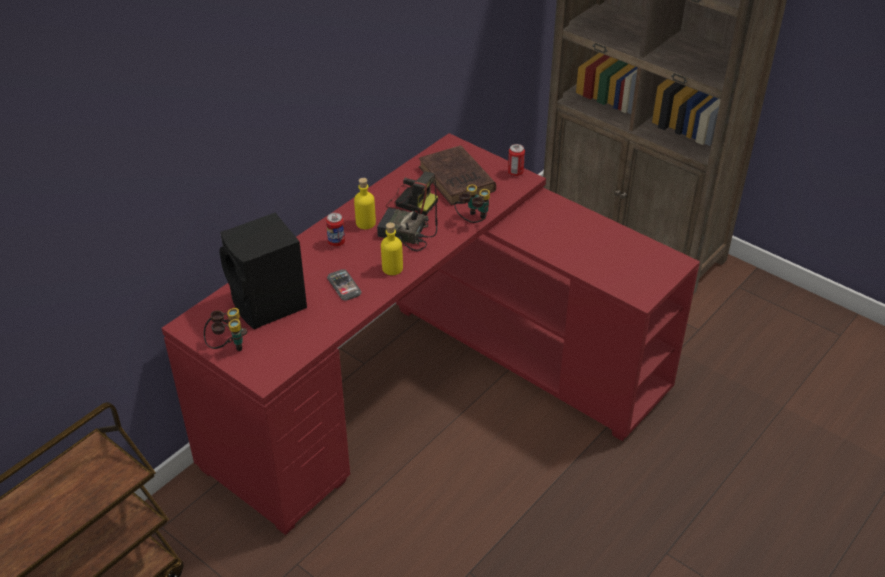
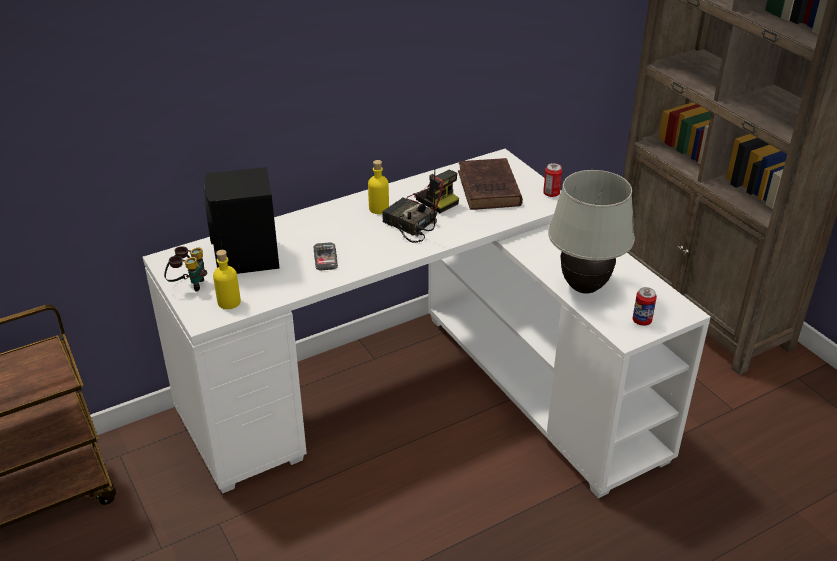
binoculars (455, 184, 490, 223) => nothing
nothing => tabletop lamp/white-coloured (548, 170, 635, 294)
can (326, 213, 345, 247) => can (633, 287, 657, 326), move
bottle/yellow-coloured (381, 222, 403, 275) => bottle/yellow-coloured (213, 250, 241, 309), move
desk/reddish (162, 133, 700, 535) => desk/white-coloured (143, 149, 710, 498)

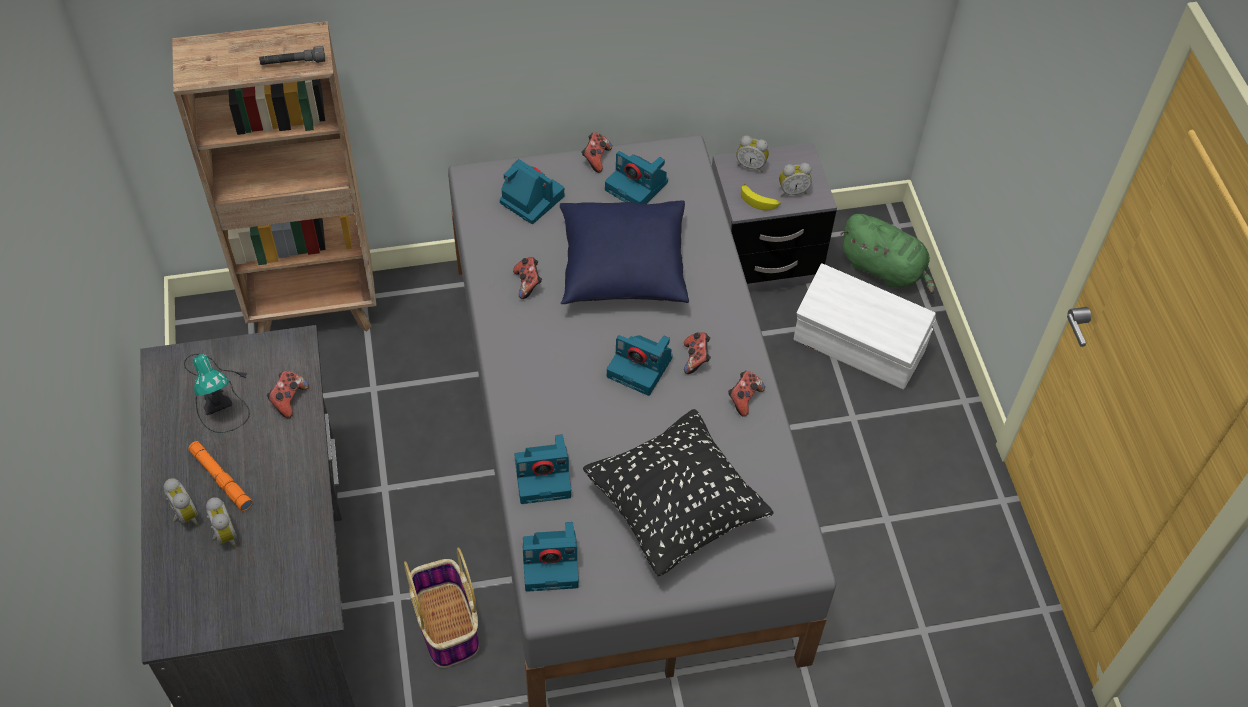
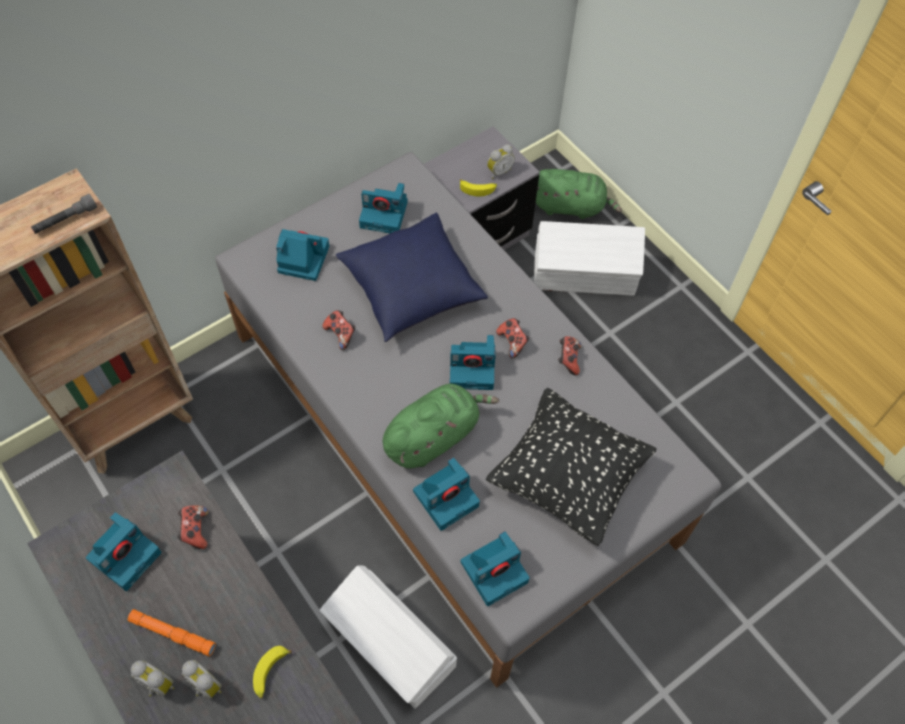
gamepad (581, 132, 612, 173) => nothing
alarm clock (736, 135, 769, 172) => nothing
nothing => whole banana (253, 646, 291, 698)
nothing => cuddly toy/green (383, 384, 499, 468)
tabletop lamp (184, 354, 250, 433) => photo camera (86, 512, 162, 591)
basket (404, 547, 479, 668) => storage bin/white-coloured (319, 566, 457, 709)

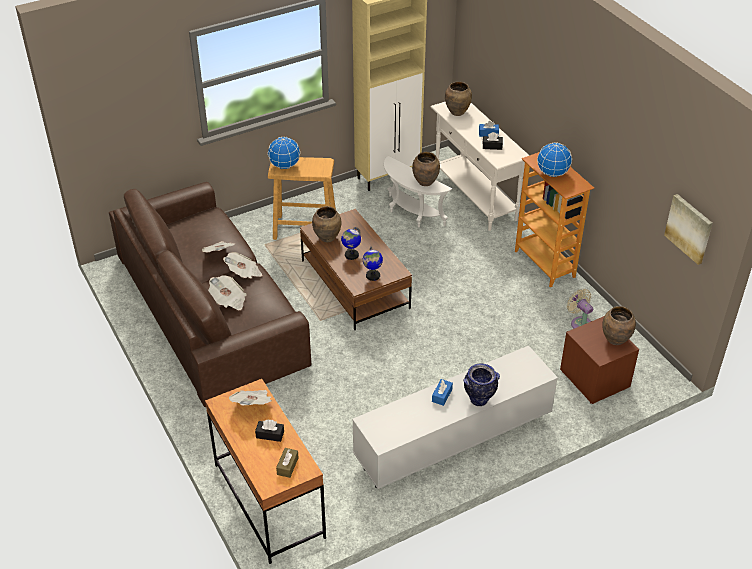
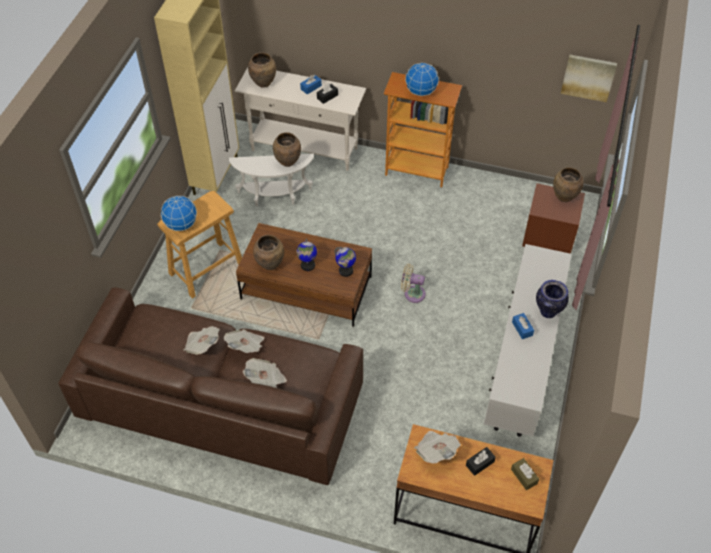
fan/sand-coloured (567, 289, 593, 329) => fan/sand-coloured (401, 264, 426, 303), move

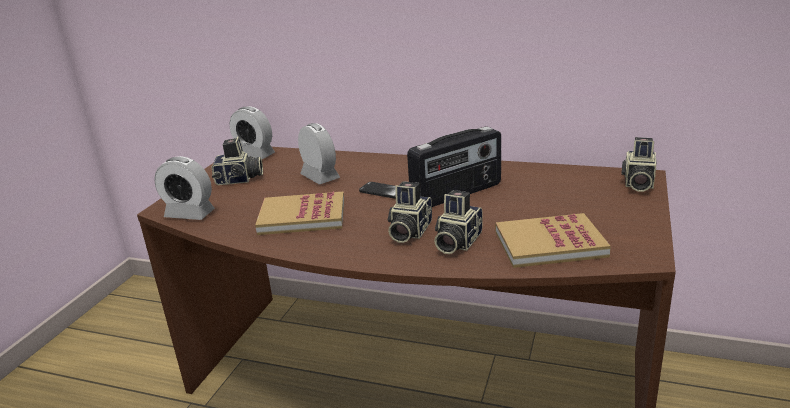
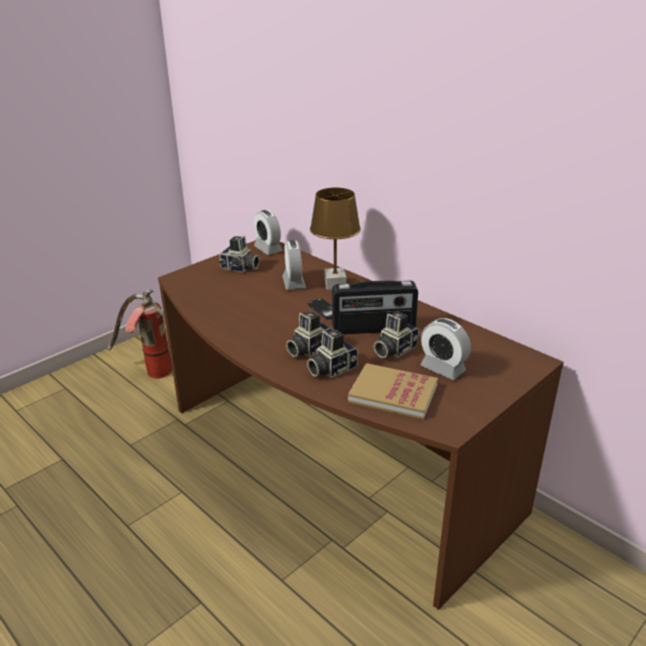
bound book (255, 192, 344, 235) => nothing
nothing => extinguisher (108, 290, 172, 379)
nothing => tabletop lamp/brown-coloured (310, 188, 361, 290)
alarm clock (154, 156, 215, 220) => alarm clock (420, 318, 471, 380), move
photo camera (621, 137, 656, 192) => photo camera (374, 311, 419, 358), move

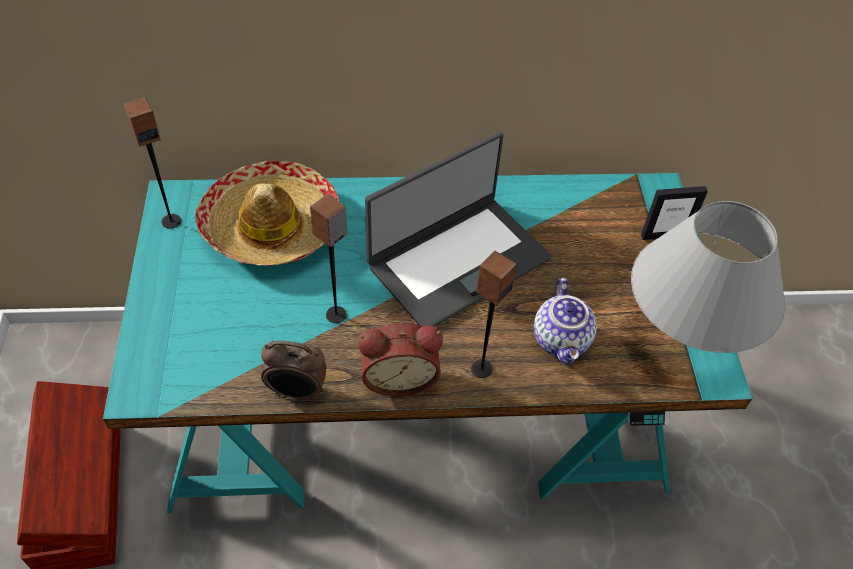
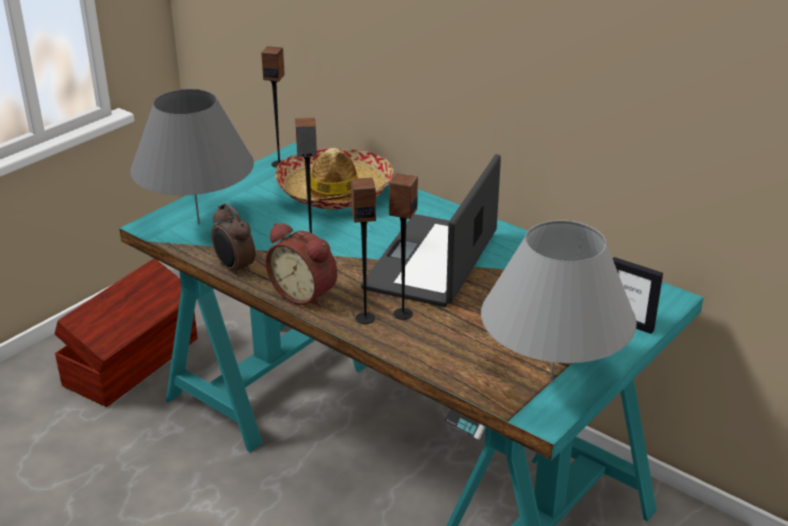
teapot (534, 278, 597, 365) => nothing
nothing => tabletop lamp/greyish (130, 89, 254, 225)
nothing => loudspeaker (389, 173, 418, 320)
portable computer (365, 132, 552, 327) => portable computer (361, 154, 501, 307), 105 degrees clockwise

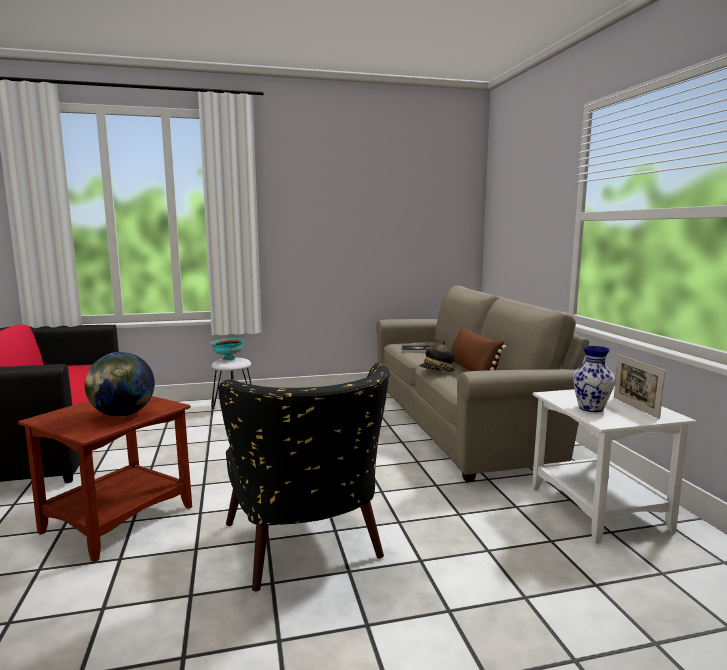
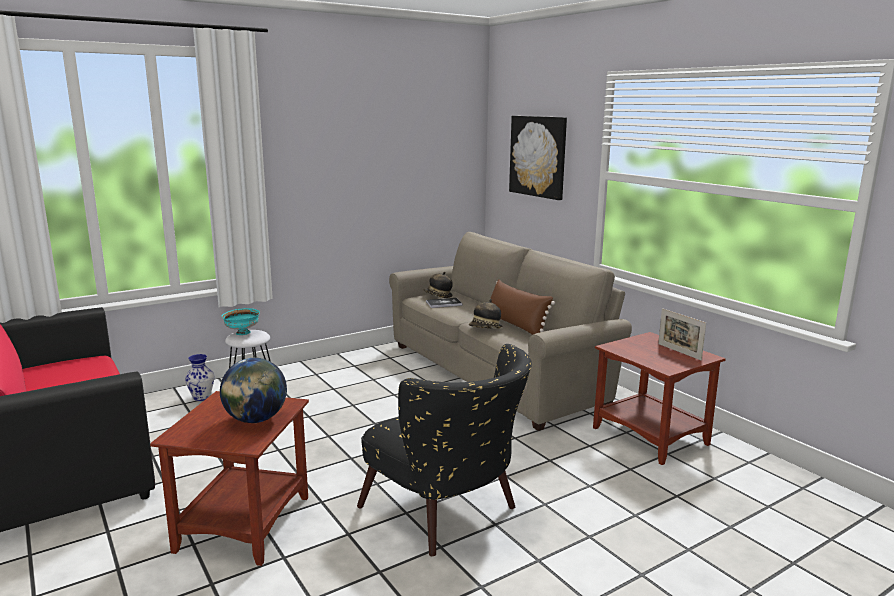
nothing => clothing hat (423, 272, 453, 298)
nothing => picture (509, 116, 567, 200)
flower vase (573, 346, 616, 412) => flower vase (185, 354, 214, 401), move
side table/white-coloured (532, 387, 696, 544) => side table/brown-coloured (593, 332, 726, 465)

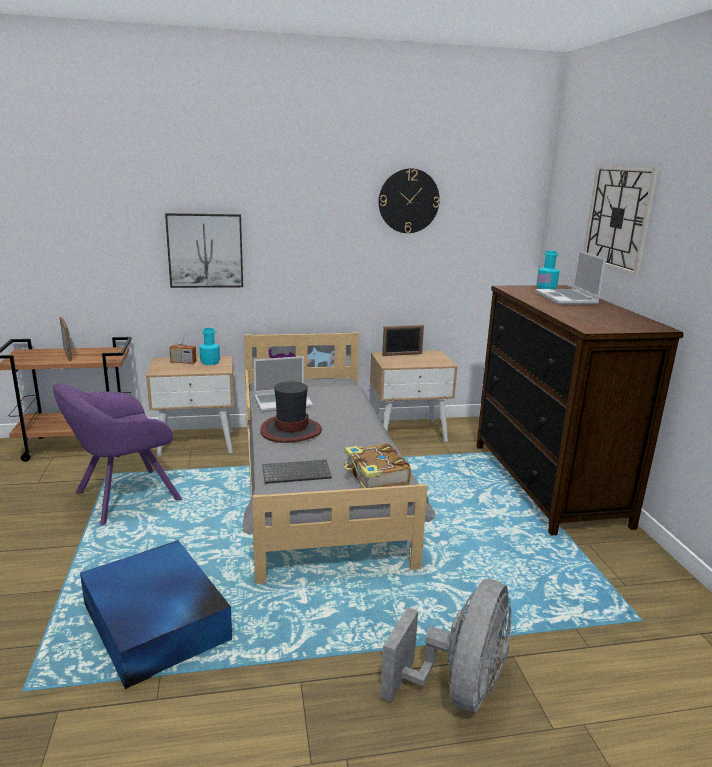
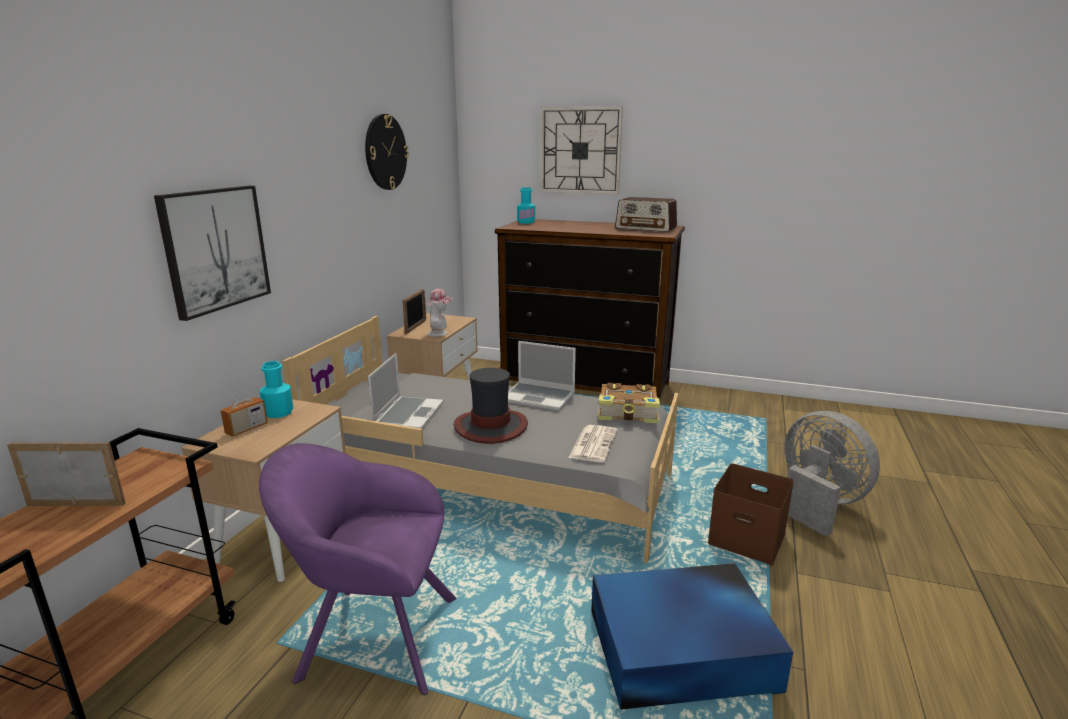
nothing => clothing hat (426, 289, 453, 337)
nothing => radio receiver (615, 197, 677, 232)
nothing => storage bin/brown-coloured (708, 463, 794, 566)
portable computer (536, 250, 606, 304) => portable computer (508, 341, 576, 411), move
PC keyboard (262, 460, 332, 484) => newspaper (569, 425, 618, 462)
armchair/purplish (53, 383, 183, 526) => armchair/purplish (259, 443, 456, 695), 105 degrees clockwise

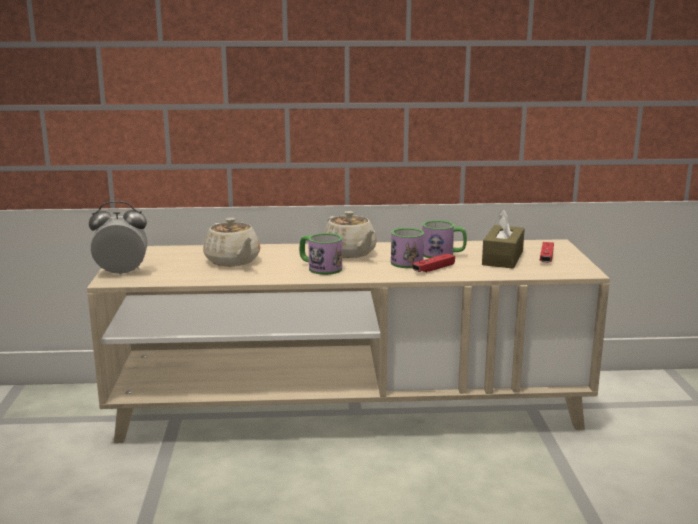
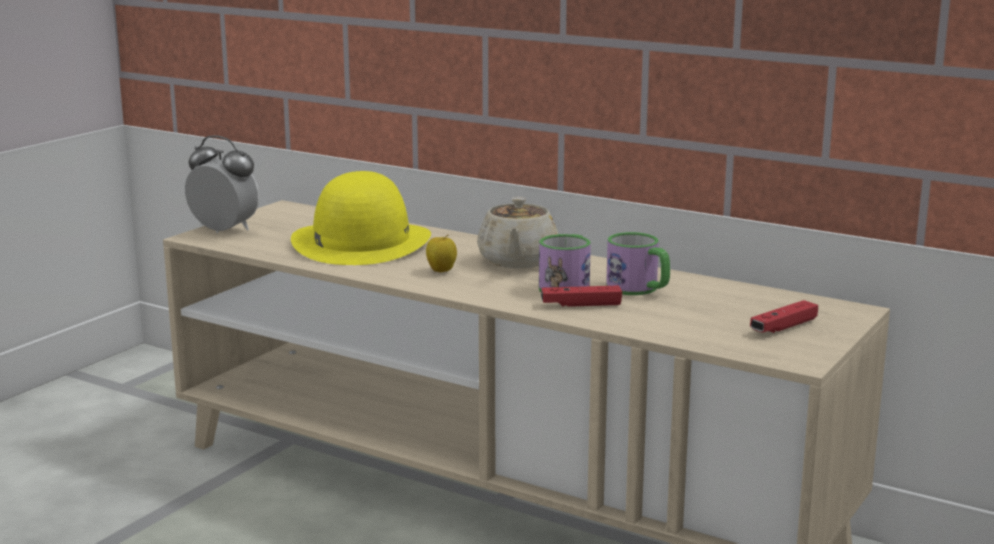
box of tissues/brown-coloured (482, 209, 525, 269) => nothing
teapot/sand-coloured (203, 218, 260, 266) => clothing hat/yellow-coloured (291, 171, 431, 265)
mug (299, 233, 342, 275) => apple (426, 235, 457, 272)

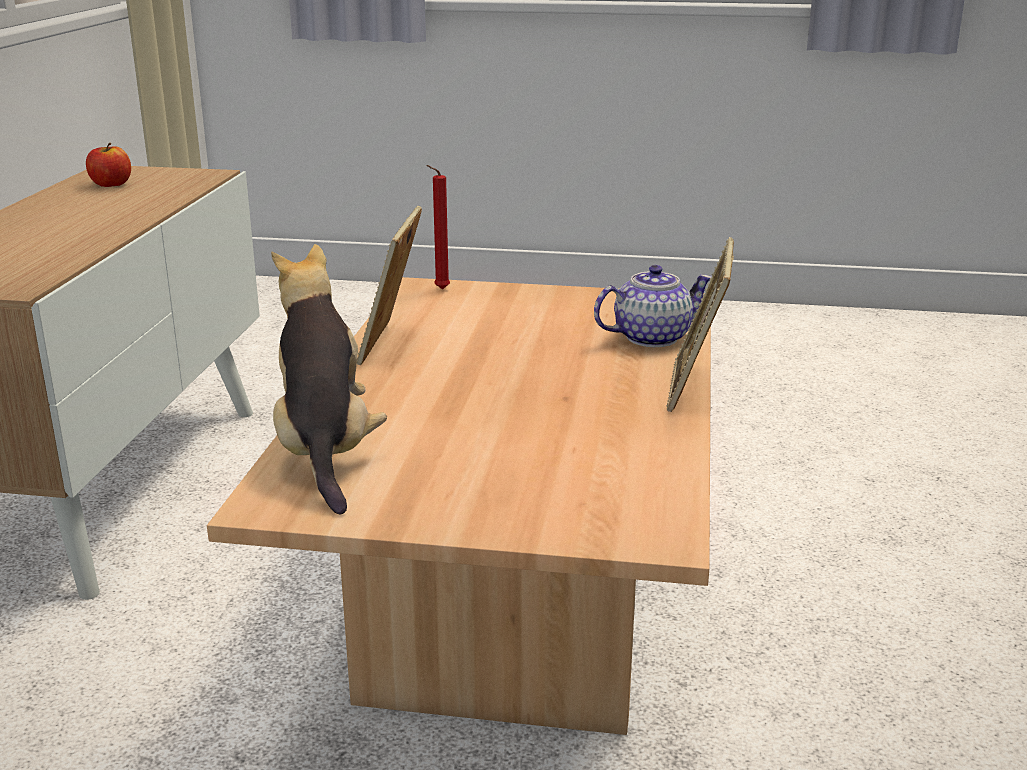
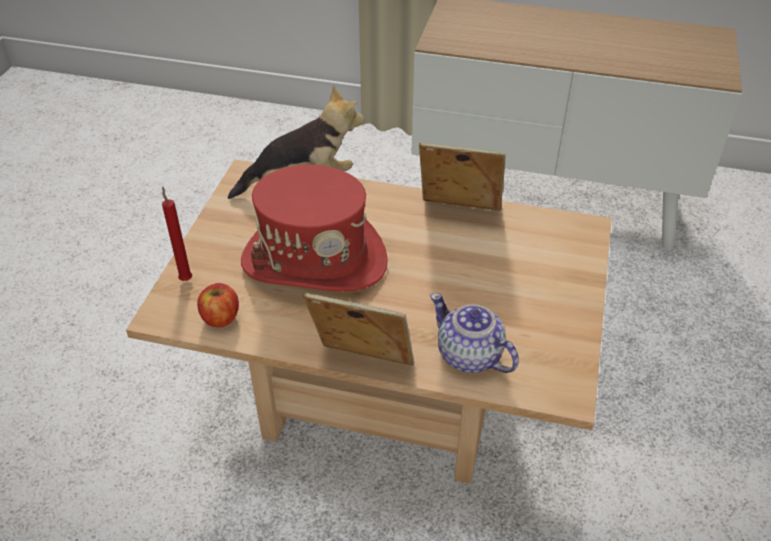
nothing => clothing hat/reddish (241, 165, 388, 292)
apple (86, 143, 131, 187) => apple (197, 283, 239, 327), move
wax light/reddish (426, 165, 450, 290) => wax light/reddish (162, 186, 192, 281), move
teapot (594, 265, 712, 347) => teapot (430, 293, 519, 373), 150 degrees clockwise

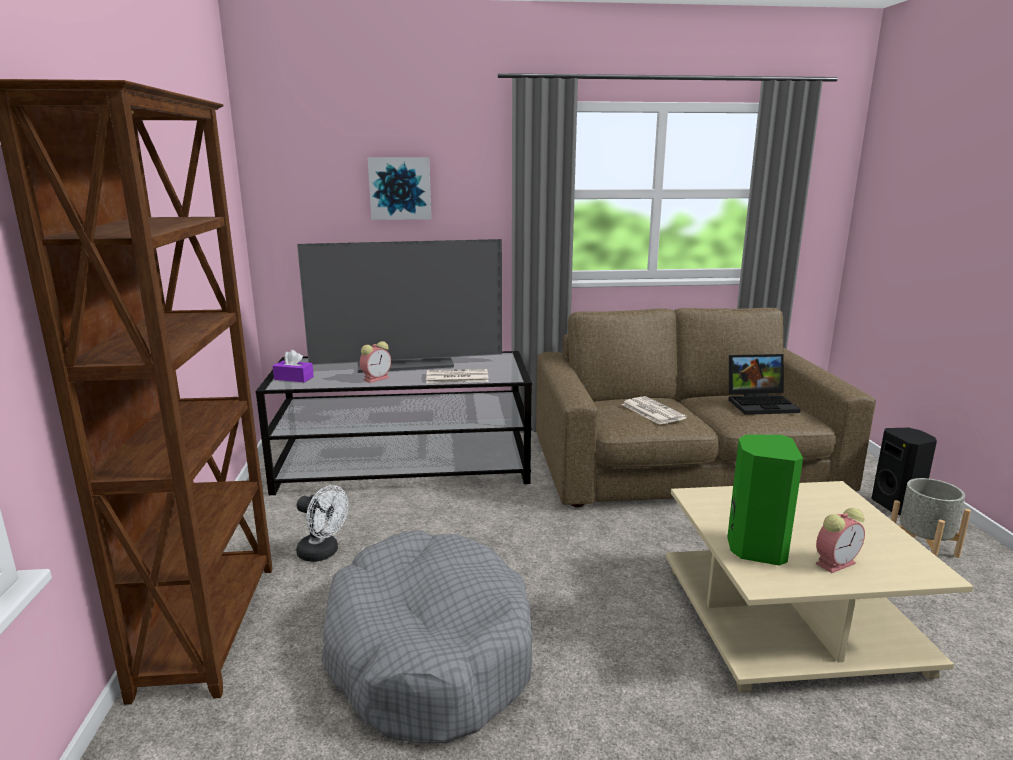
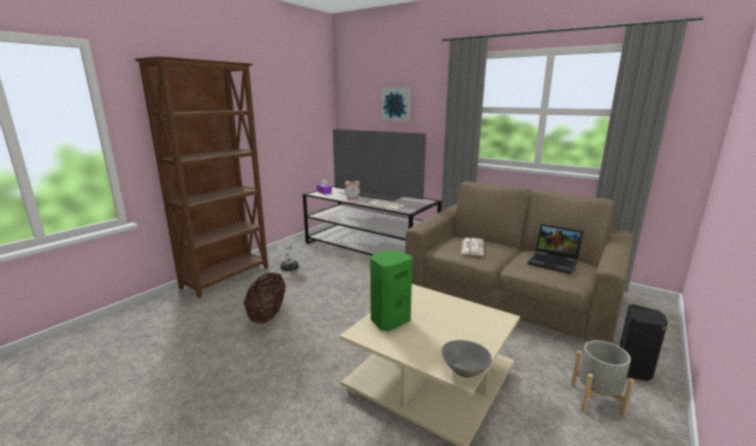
alarm clock (816, 508, 865, 573) => nothing
nothing => bowl/greyish (442, 340, 492, 378)
dog bed/greyish (321, 530, 532, 743) => basket (244, 273, 286, 323)

